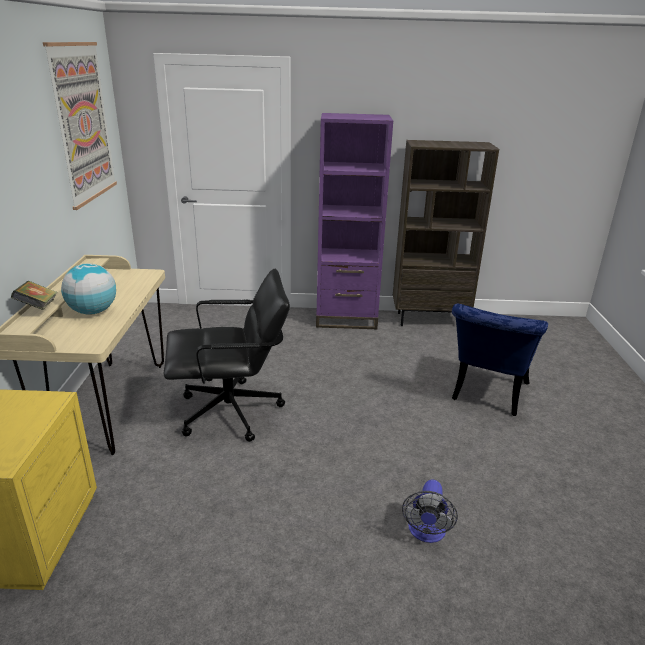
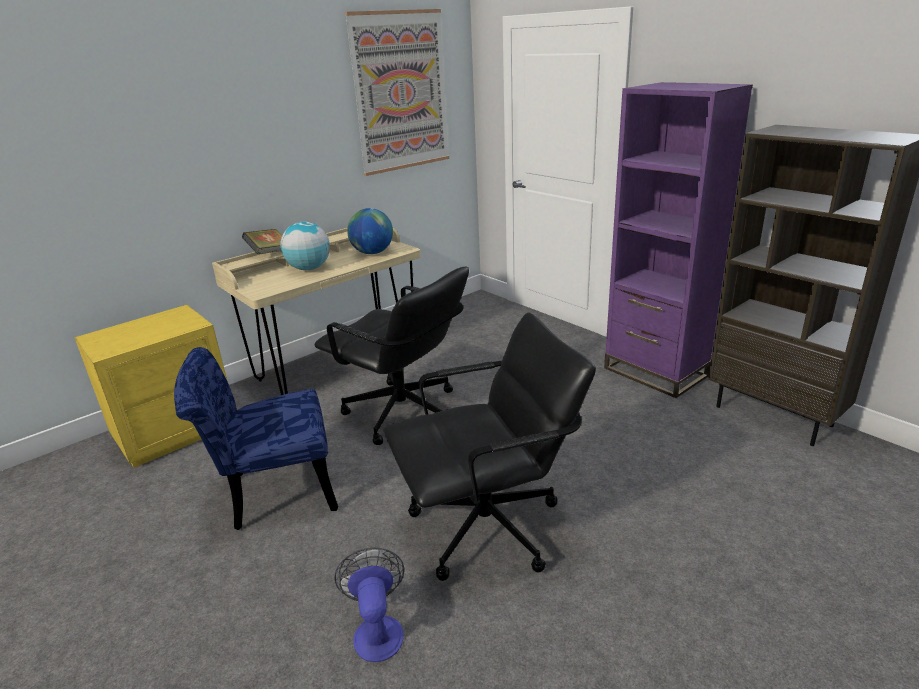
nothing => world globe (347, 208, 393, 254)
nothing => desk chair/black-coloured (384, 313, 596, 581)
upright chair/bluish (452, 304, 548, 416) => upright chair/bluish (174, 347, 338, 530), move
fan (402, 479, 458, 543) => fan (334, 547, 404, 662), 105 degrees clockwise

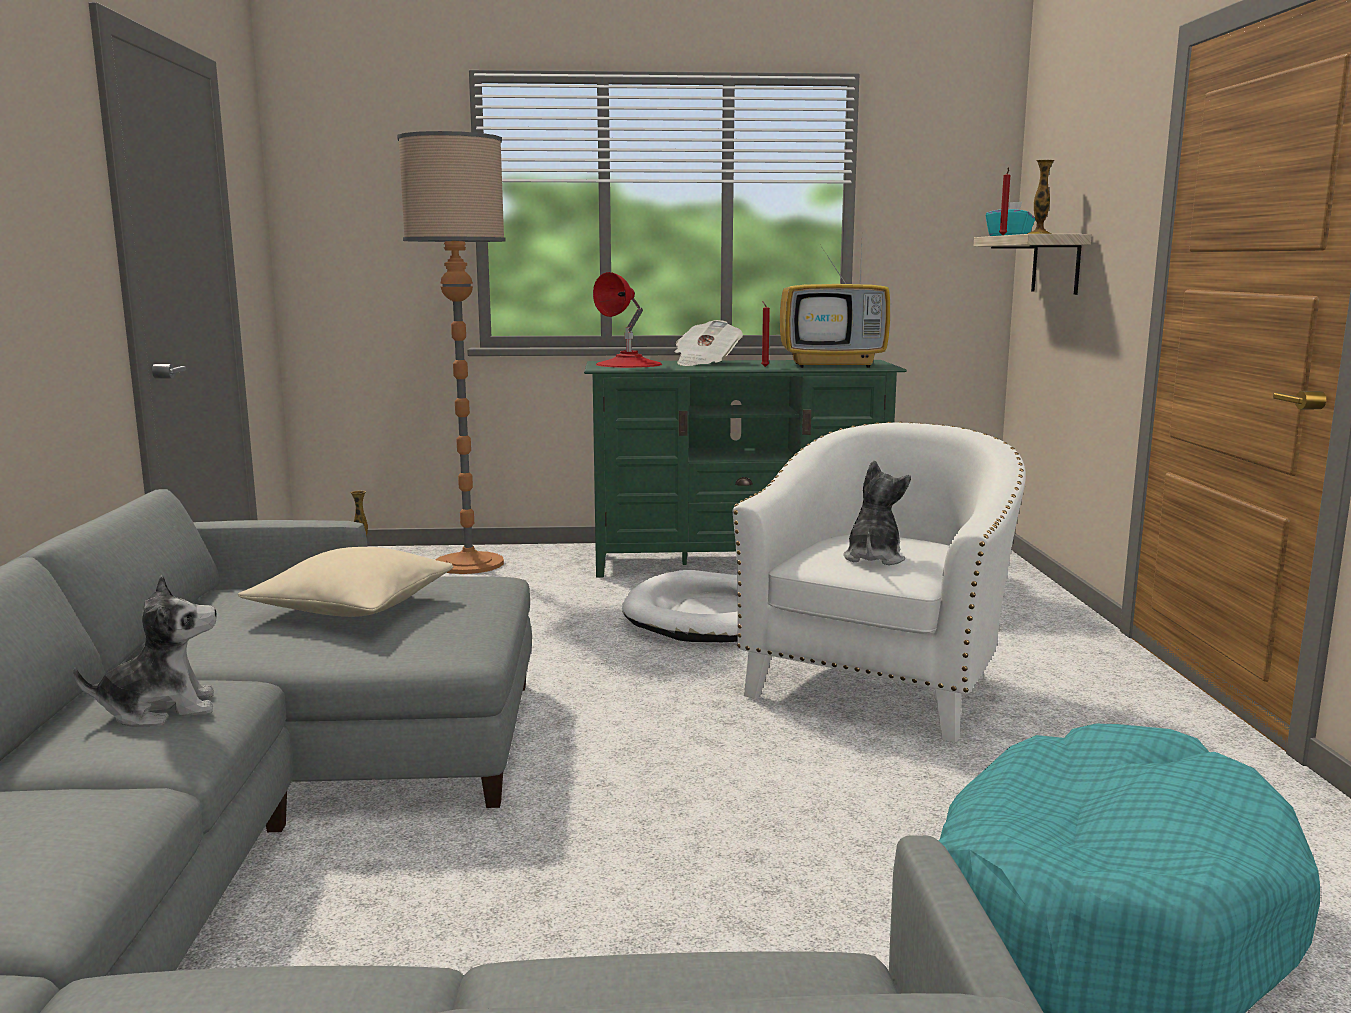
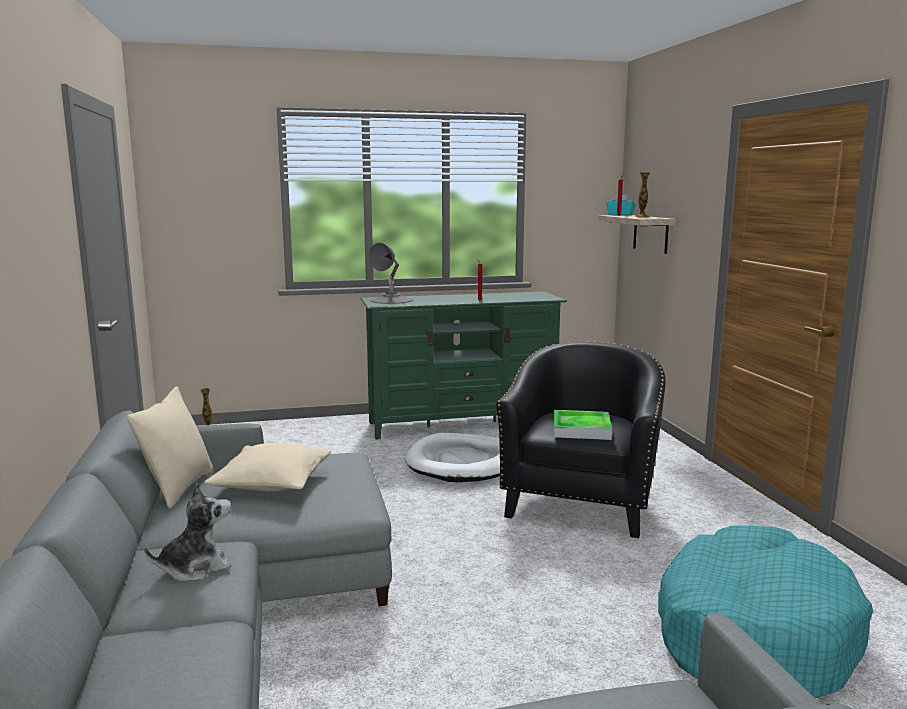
standing lamp (397, 131, 506, 574) => nothing
newspaper (675, 320, 743, 366) => nothing
TV (780, 240, 890, 368) => nothing
nothing => pillow/sand-coloured (127, 386, 213, 509)
cuddly toy (843, 460, 911, 565) => carrying tray (554, 410, 612, 440)
tabletop lamp/reddish (593, 272, 662, 368) => tabletop lamp/greyish (369, 243, 413, 304)
armchair/white-coloured (733, 422, 1026, 743) => armchair/black-coloured (496, 341, 666, 538)

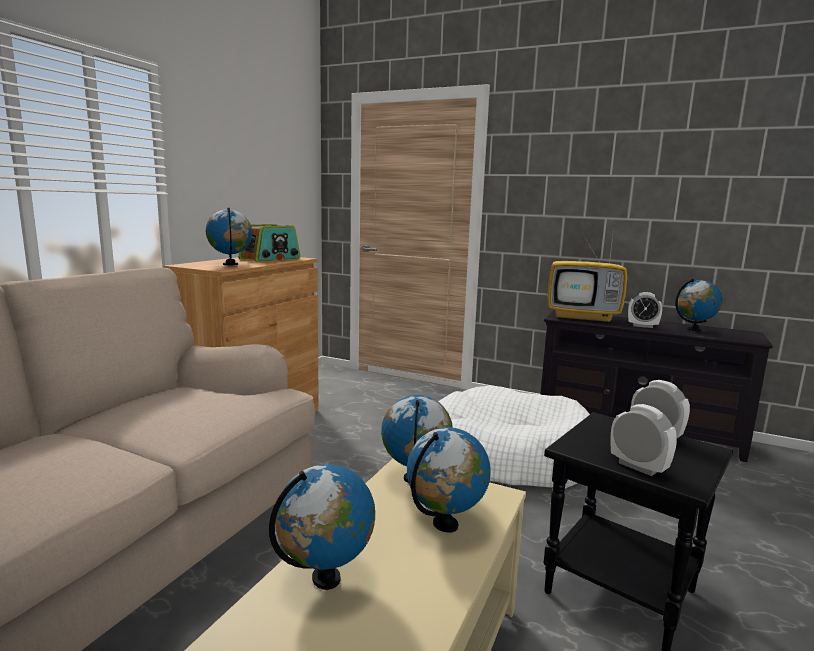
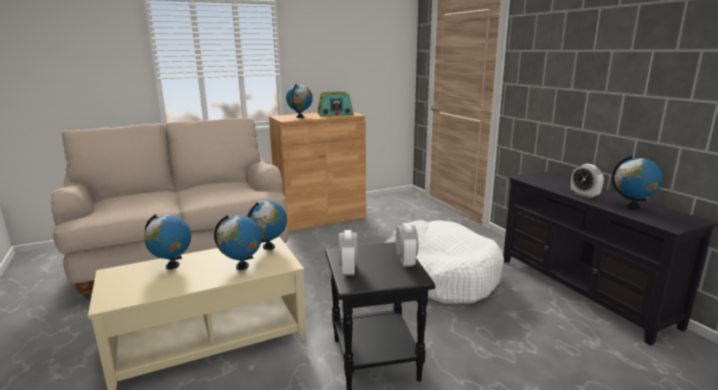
TV (547, 228, 627, 323) => nothing

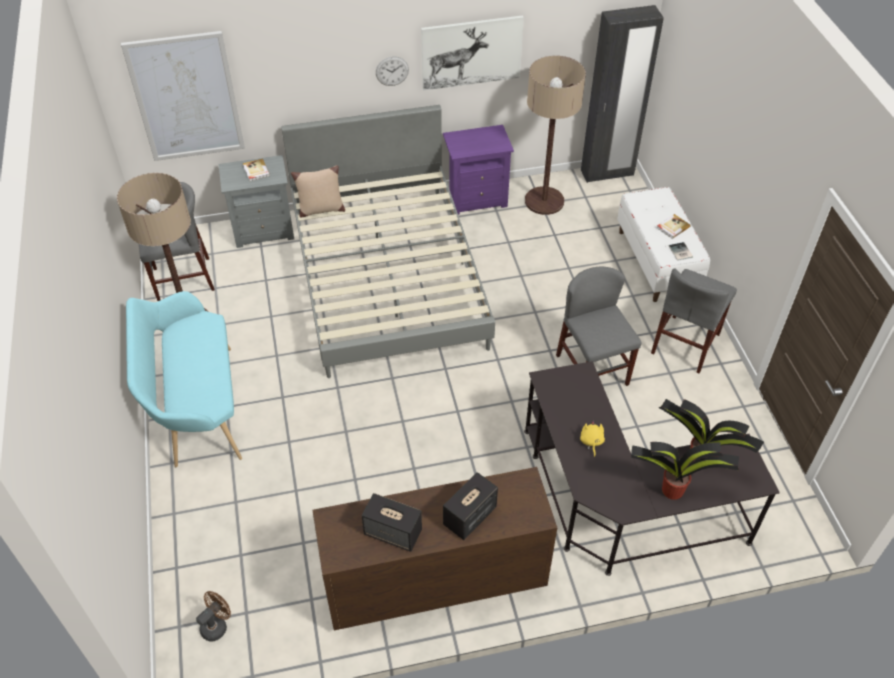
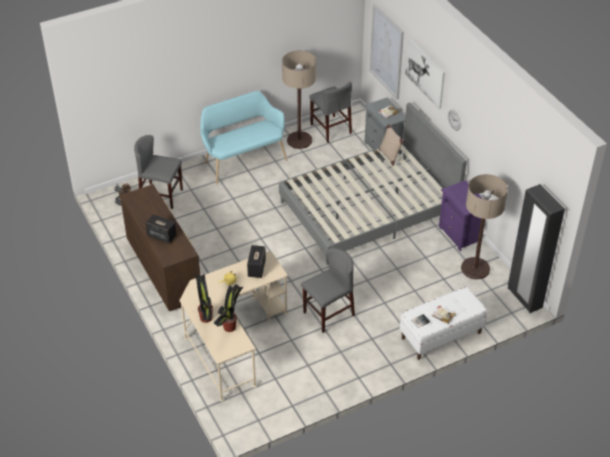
loudspeaker (361, 493, 422, 552) => loudspeaker (247, 245, 266, 278), move
picture (421, 15, 524, 91) => picture (405, 38, 445, 109), move
upright chair/greyish (651, 268, 737, 374) => upright chair/greyish (134, 135, 183, 209), move
desk/black-coloured (524, 361, 780, 576) => desk/sand-coloured (179, 251, 288, 401)

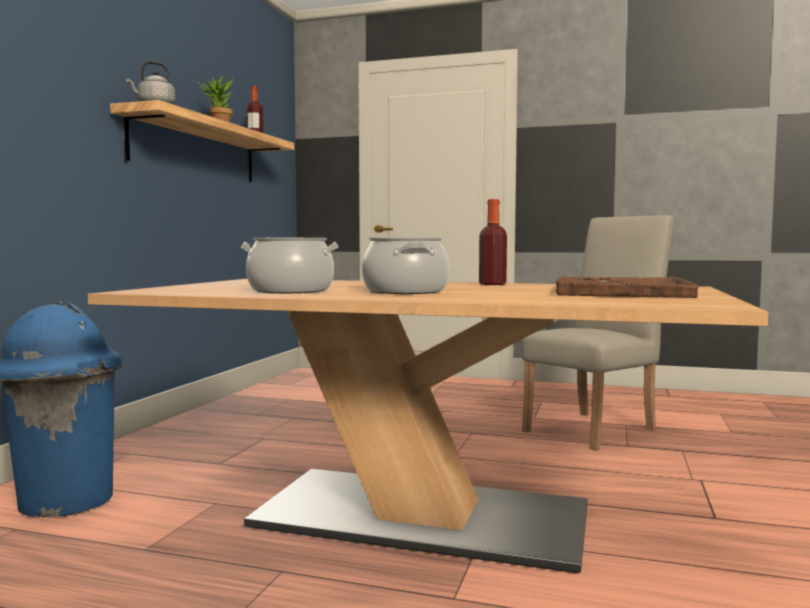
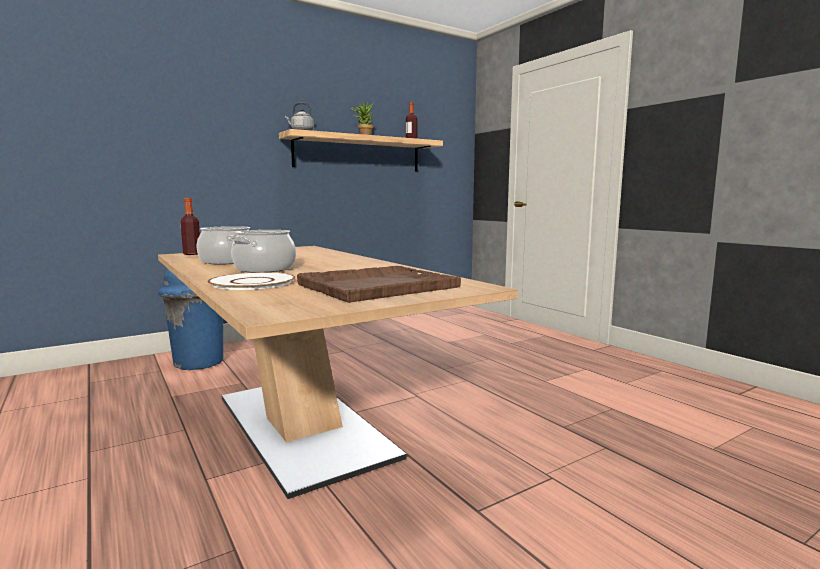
upright chair/sand-coloured (522, 215, 674, 451) => nothing
nothing => flat dish/white-coloured (208, 272, 295, 290)
bottle (479, 199, 507, 285) => bottle (180, 198, 200, 255), move

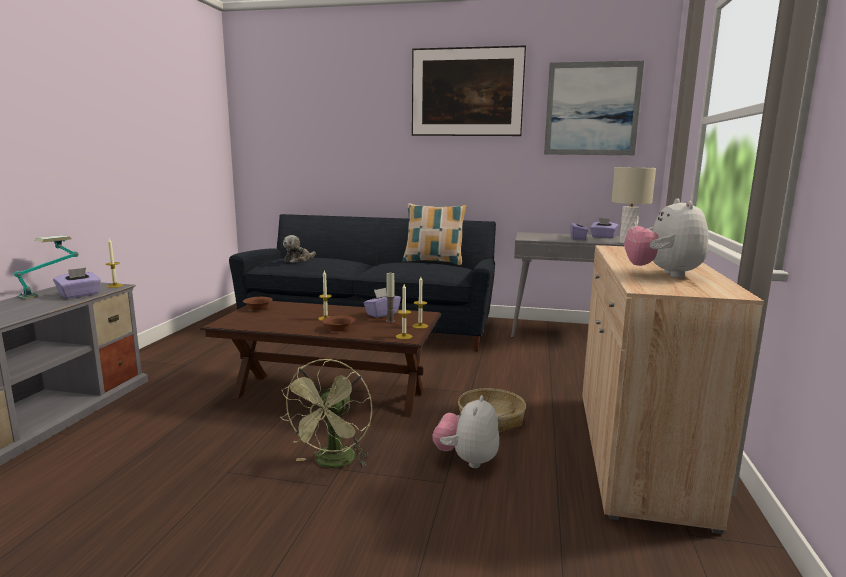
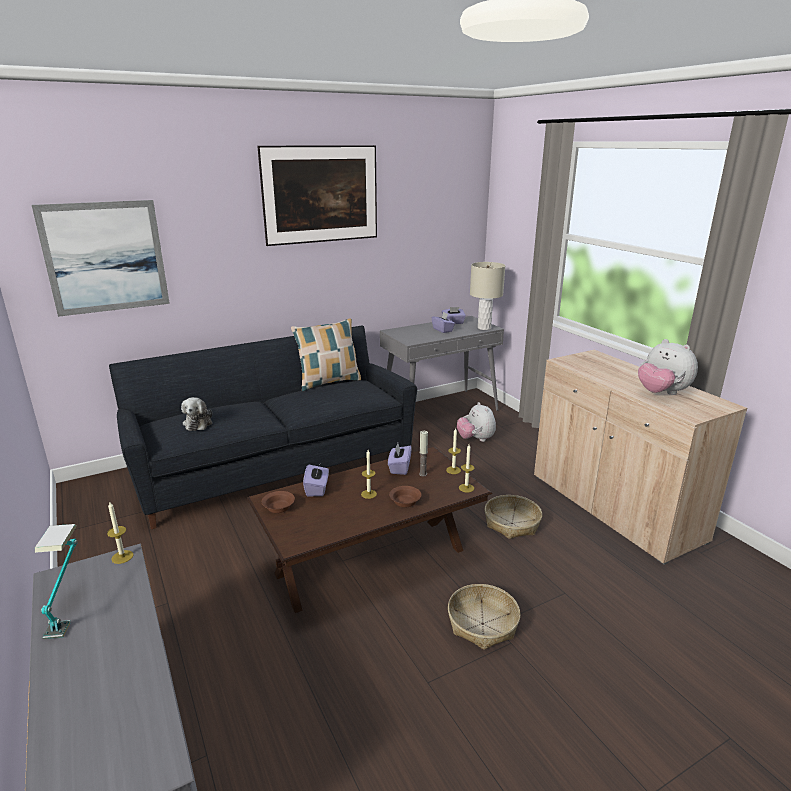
box of tissues/purplish (53, 268, 101, 299) => box of tissues/purplish (303, 465, 329, 496), move
cuddly toy (432, 395, 499, 468) => cuddly toy (457, 402, 496, 442), move
picture (544, 61, 644, 155) => picture (32, 200, 170, 317), move
fan/green (280, 359, 372, 468) => basket (448, 584, 520, 650)

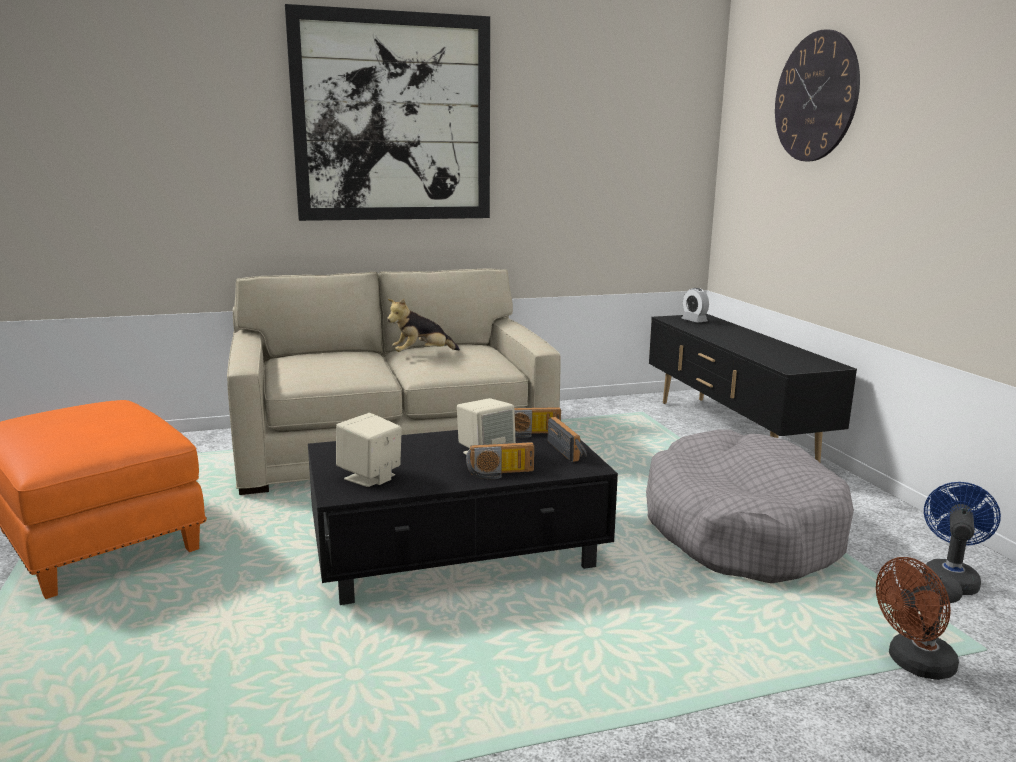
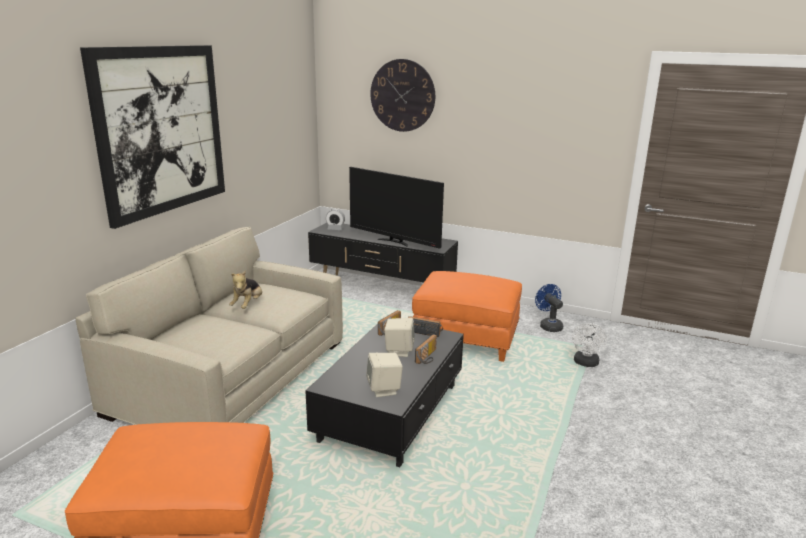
nothing => TV (349, 167, 444, 249)
dog bed/greyish (646, 429, 854, 583) => ottoman/orange-coloured (412, 271, 522, 362)
fan/brown-coloured (876, 557, 963, 680) => fan/white-coloured (572, 323, 607, 367)

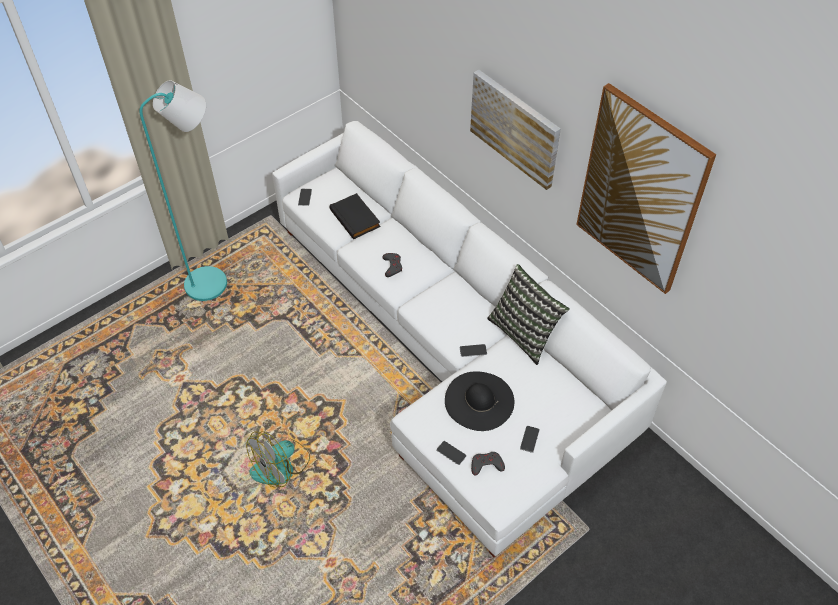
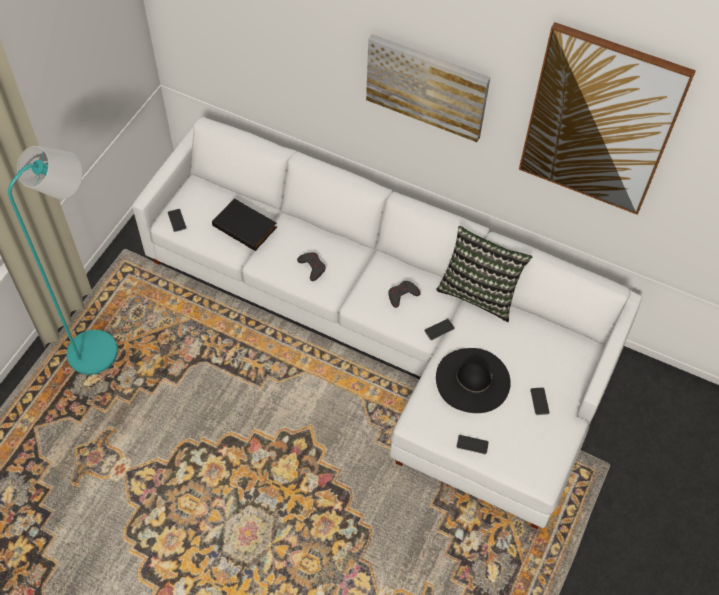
fan (246, 431, 310, 487) => nothing
gamepad/greyish (471, 452, 505, 475) => gamepad/greyish (388, 281, 421, 308), move

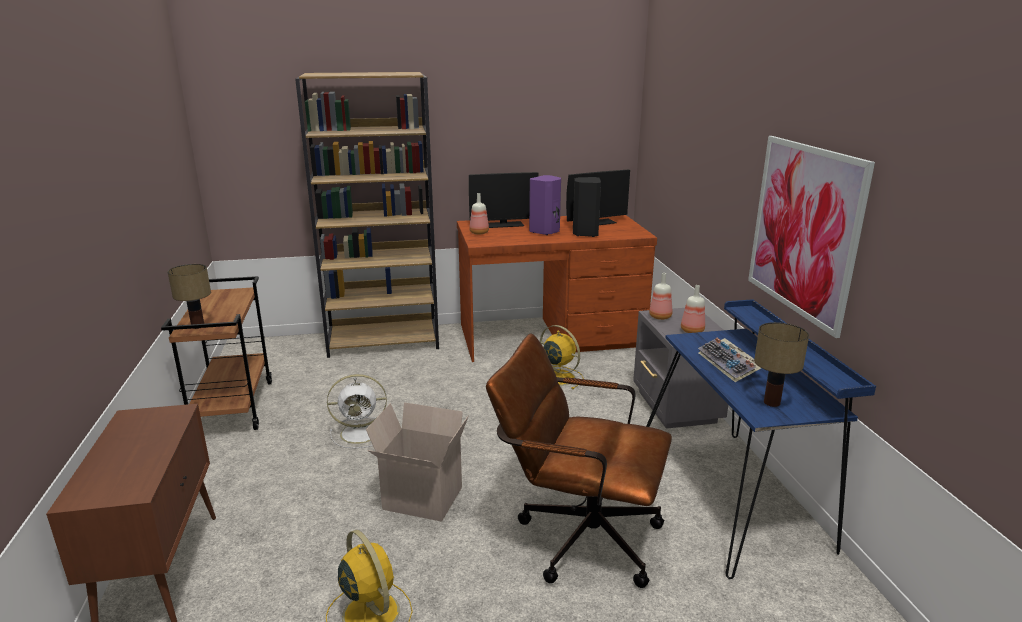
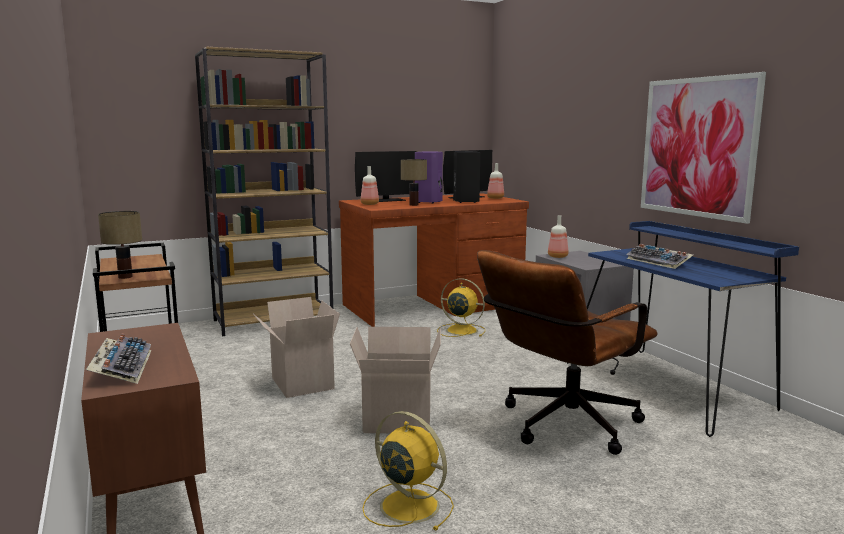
nothing => PC keyboard (86, 333, 151, 384)
bottle (681, 285, 705, 333) => bottle (487, 163, 504, 199), move
tabletop lamp (754, 322, 809, 407) => tabletop lamp (401, 159, 427, 206), move
fan/white-coloured (327, 374, 387, 449) => packing box (253, 297, 340, 398)
desk chair/brown-coloured (486, 333, 672, 588) => desk chair/brown-coloured (477, 250, 658, 455), 45 degrees counterclockwise

